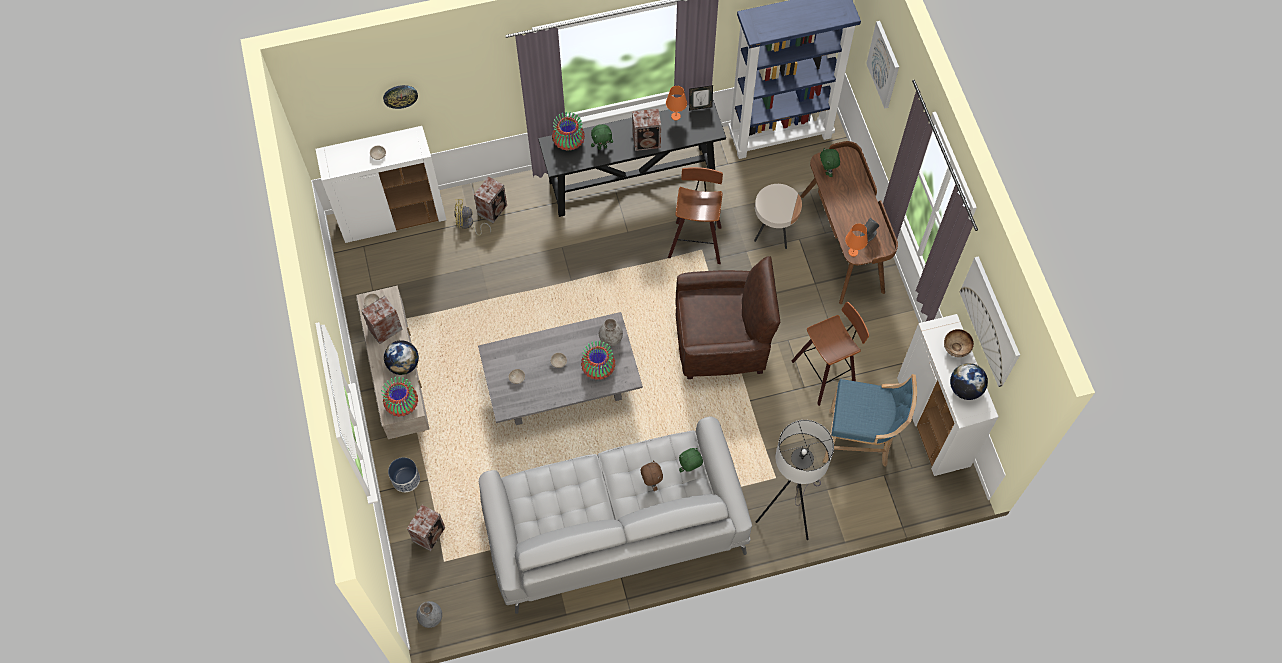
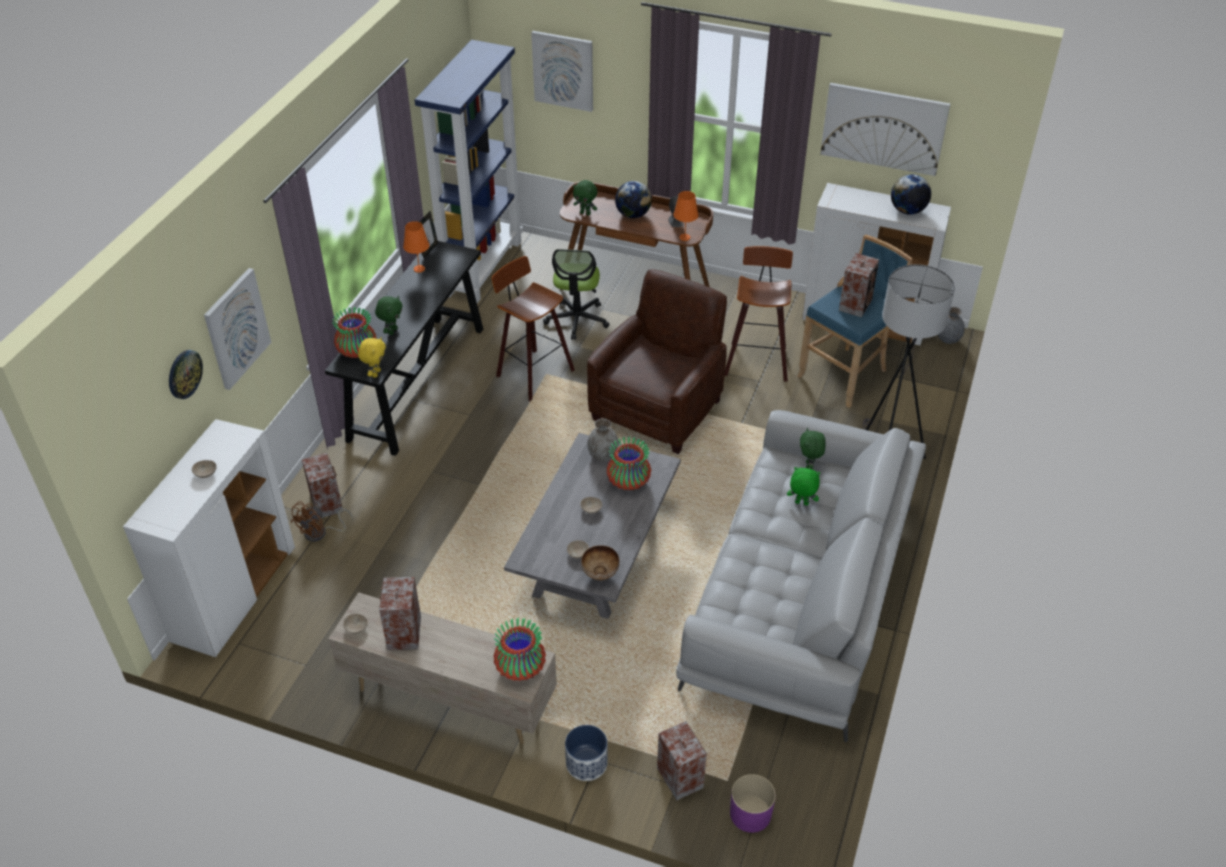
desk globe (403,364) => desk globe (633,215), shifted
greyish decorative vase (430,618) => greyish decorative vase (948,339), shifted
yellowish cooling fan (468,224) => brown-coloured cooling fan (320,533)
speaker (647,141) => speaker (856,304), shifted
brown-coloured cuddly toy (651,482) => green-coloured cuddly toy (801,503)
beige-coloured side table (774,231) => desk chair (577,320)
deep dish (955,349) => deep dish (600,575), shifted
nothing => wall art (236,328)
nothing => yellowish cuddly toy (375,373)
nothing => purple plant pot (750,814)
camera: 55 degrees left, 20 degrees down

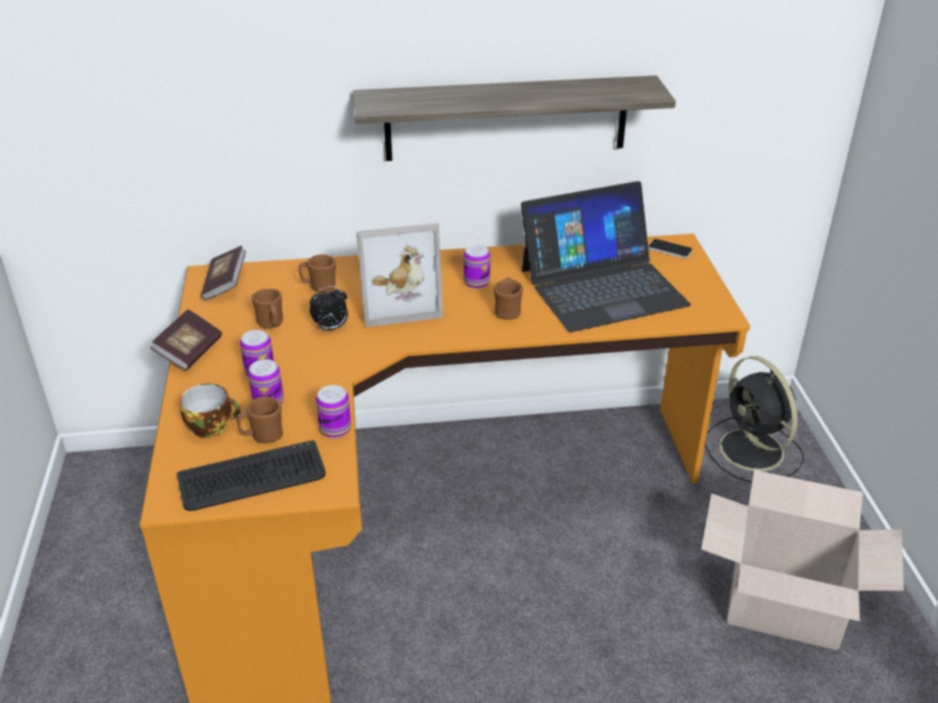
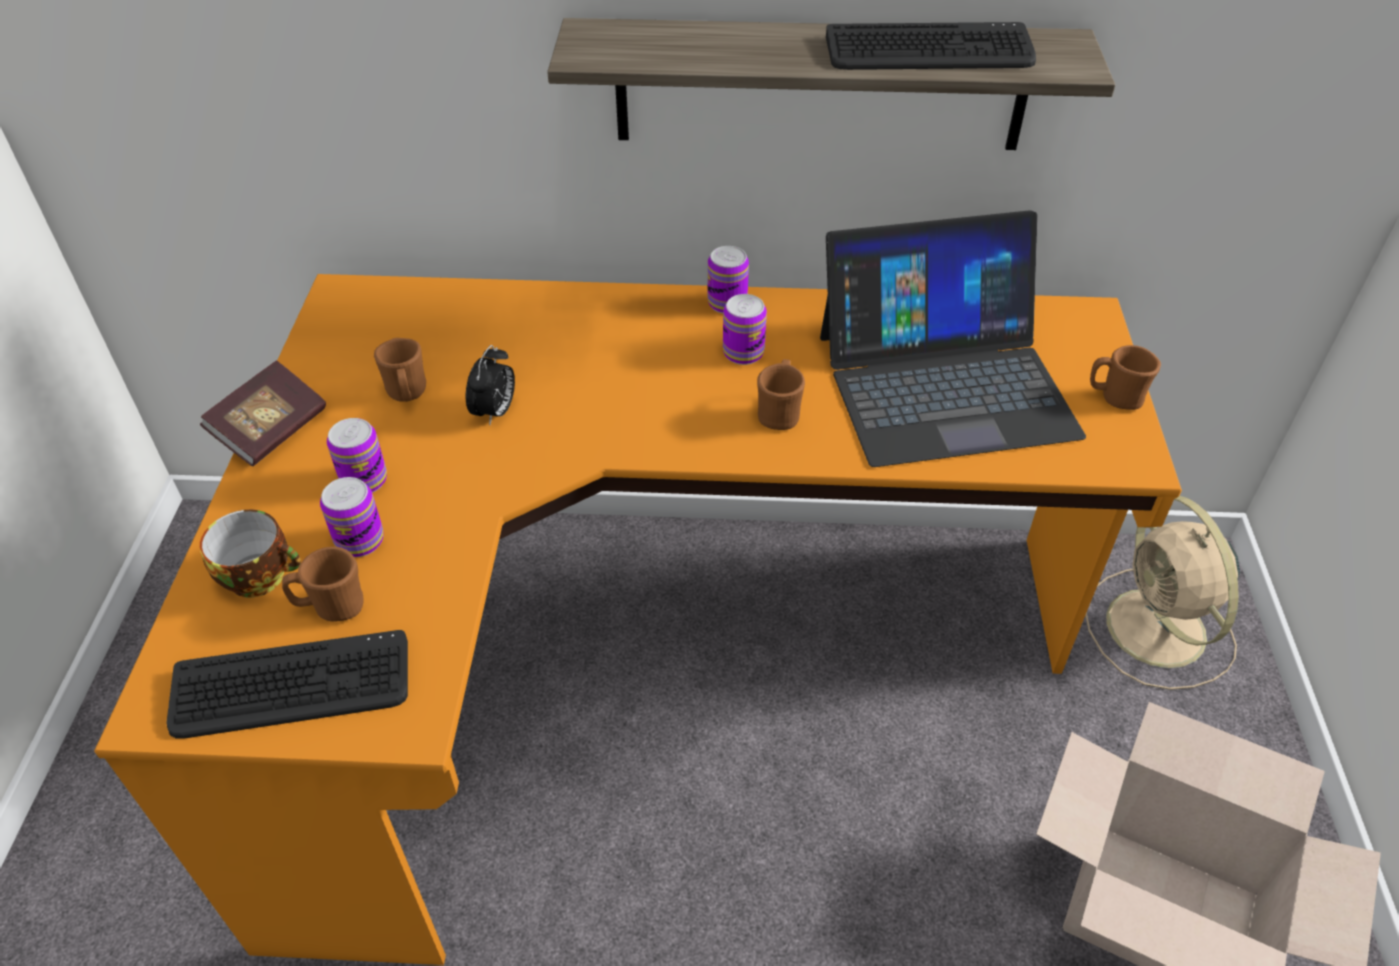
book (225,284) => nothing
brown-coloured mug (319,287) => brown-coloured mug (1115,397), shifted
bedside clock (331,328) => bedside clock (495,412), 60 degrees counterclockwise
sealed can (335,429) => sealed can (727,303), shifted
photo frame (398,302) => nothing
handset (670,249) => nothing
black cooling fan (753,451) => beige-coloured cooling fan (1158,631)
nothing => PC keyboard (929,51)
camera: 10 degrees right, 10 degrees up

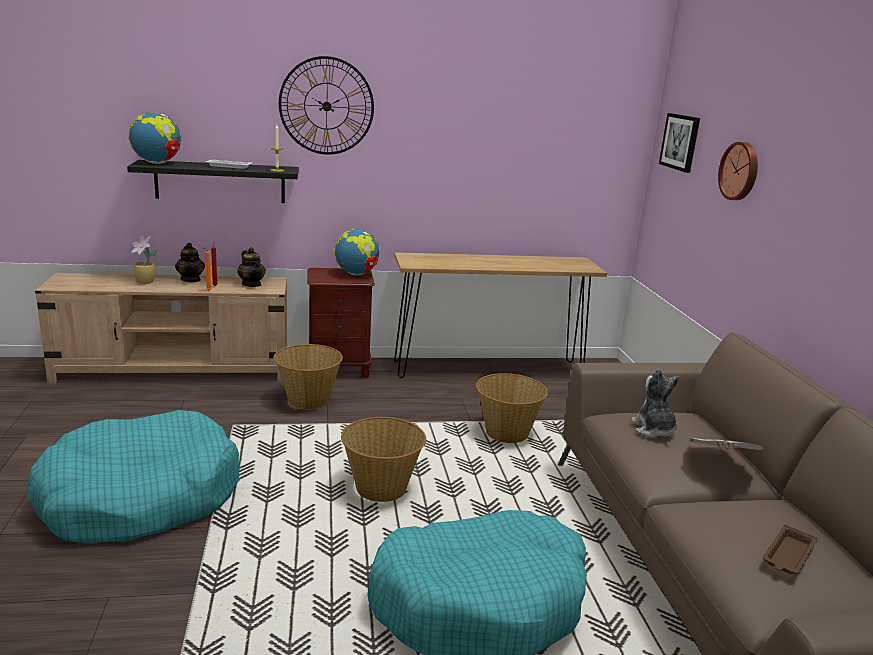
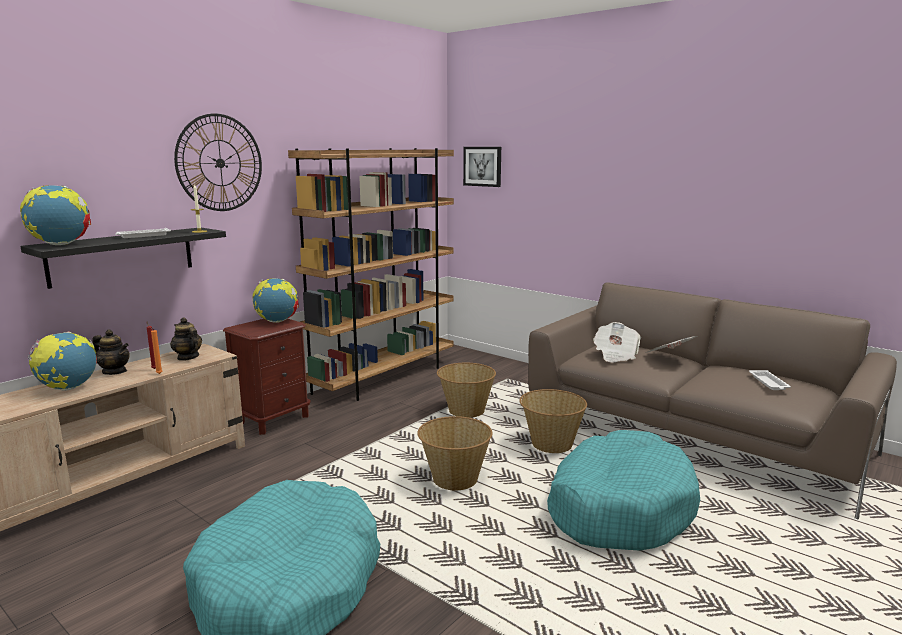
houseplant (145,282) => desk globe (68,388)
pot for tea (252,284) => pot for tea (188,357), 150 degrees counterclockwise
household basket (308,400) => household basket (551,445), shifted
brown-coloured hall table (488,369) => brown-coloured bookcase (384,378)
cuddly toy (653,430) => printed paper (615,355)
wall clock (740,171) => nothing
brown-coloured carrying tray (788,555) => whitish carrying tray (769,383)
camera: 40 degrees left, 5 degrees down

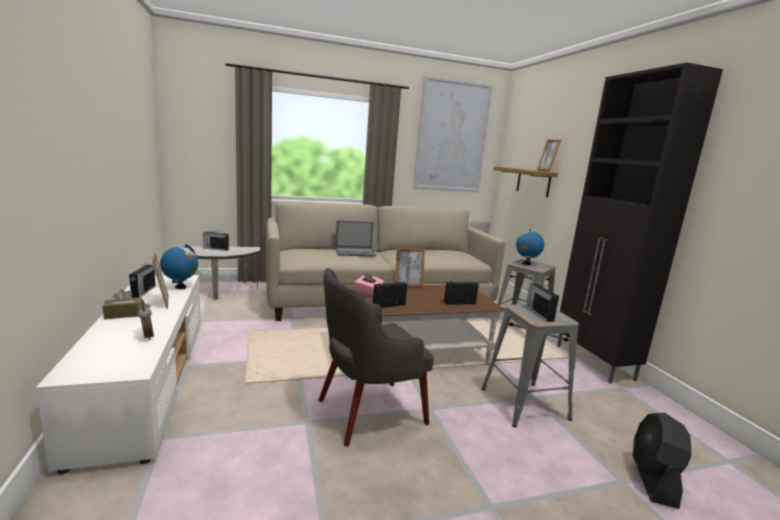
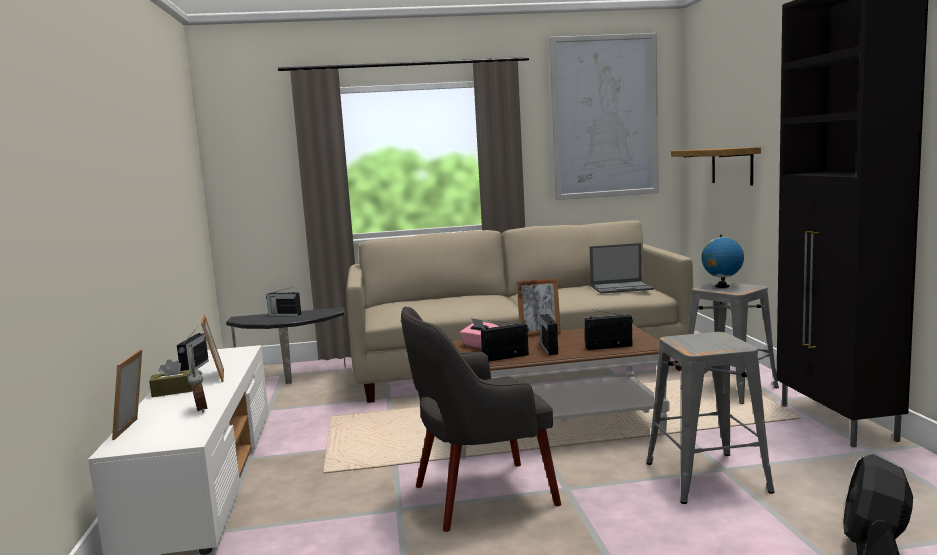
desk globe (180,287) => nothing
portable computer (355,252) => portable computer (622,287), shifted
radio set (538,313) => radio set (548,348), shifted
photo frame (545,171) => photo frame (132,428), shifted
camera: 10 degrees right, 5 degrees down

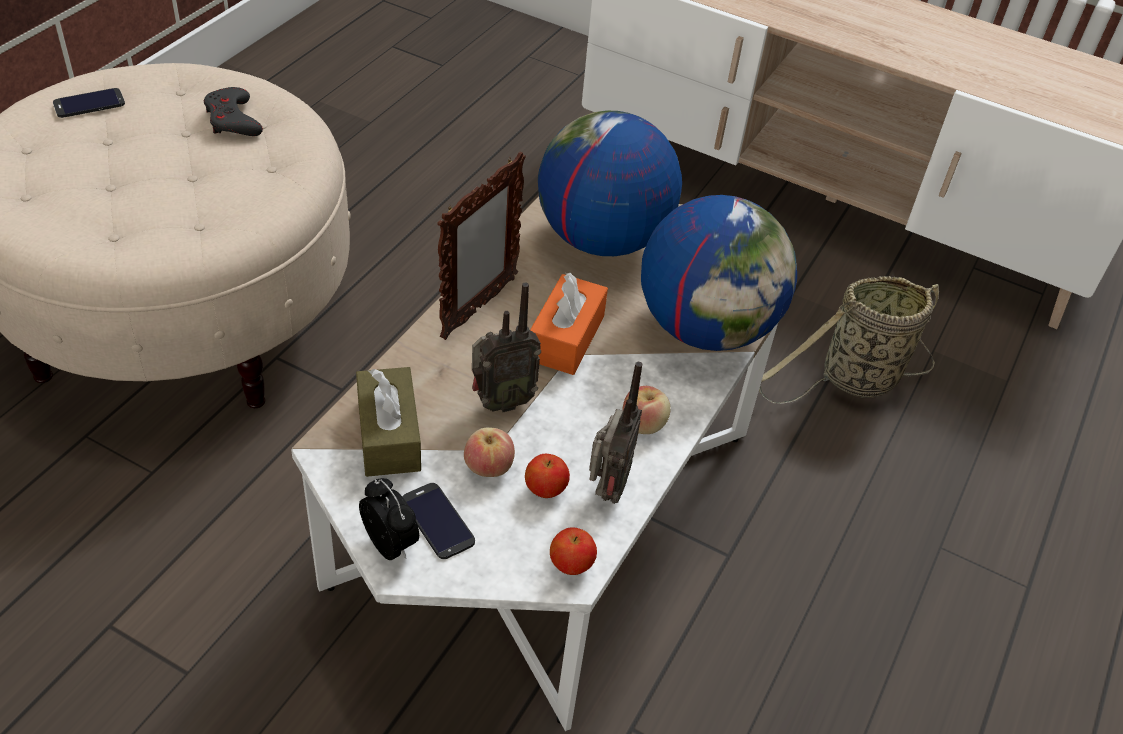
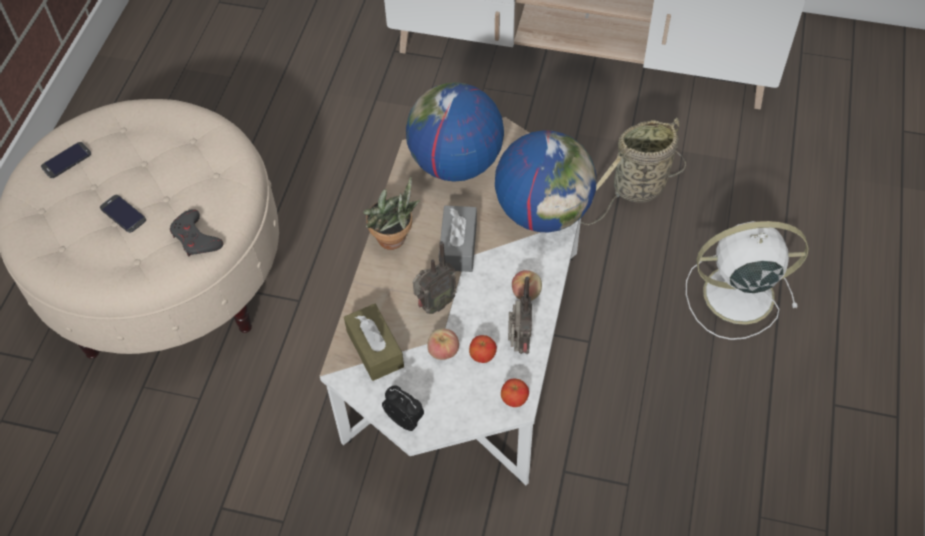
greyish gamepad (233,119) => greyish gamepad (196,238), shifted
handset (438,521) => handset (123,214), shifted
photo frame (478,308) => houseplant (395,241)
orange box of tissues (566,338) => greyish box of tissues (458,246)
nothing => whitish cooling fan (735,294)
camera: 10 degrees left, 10 degrees up

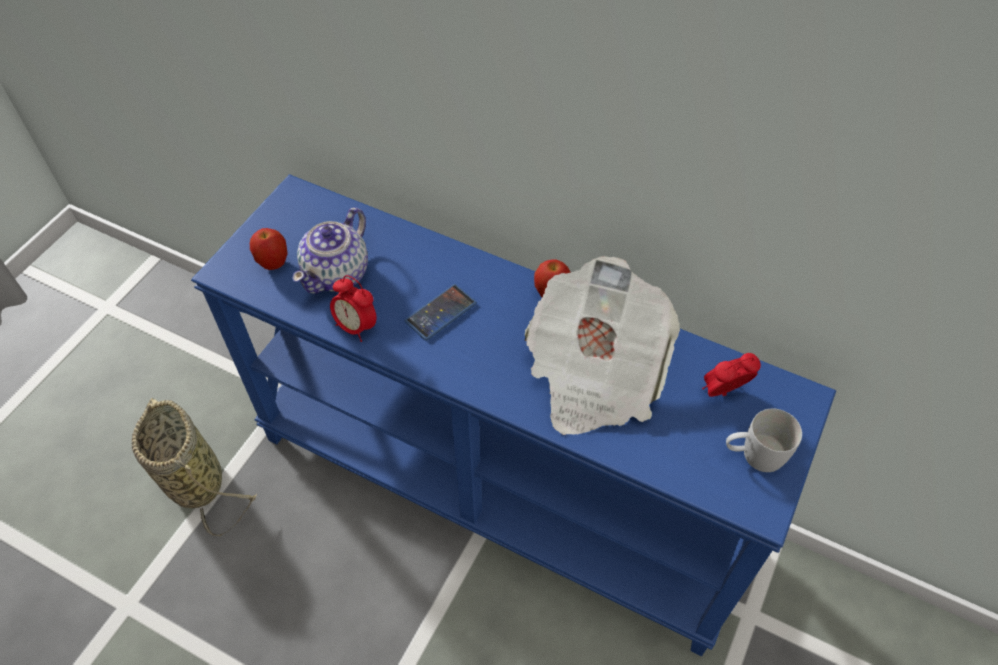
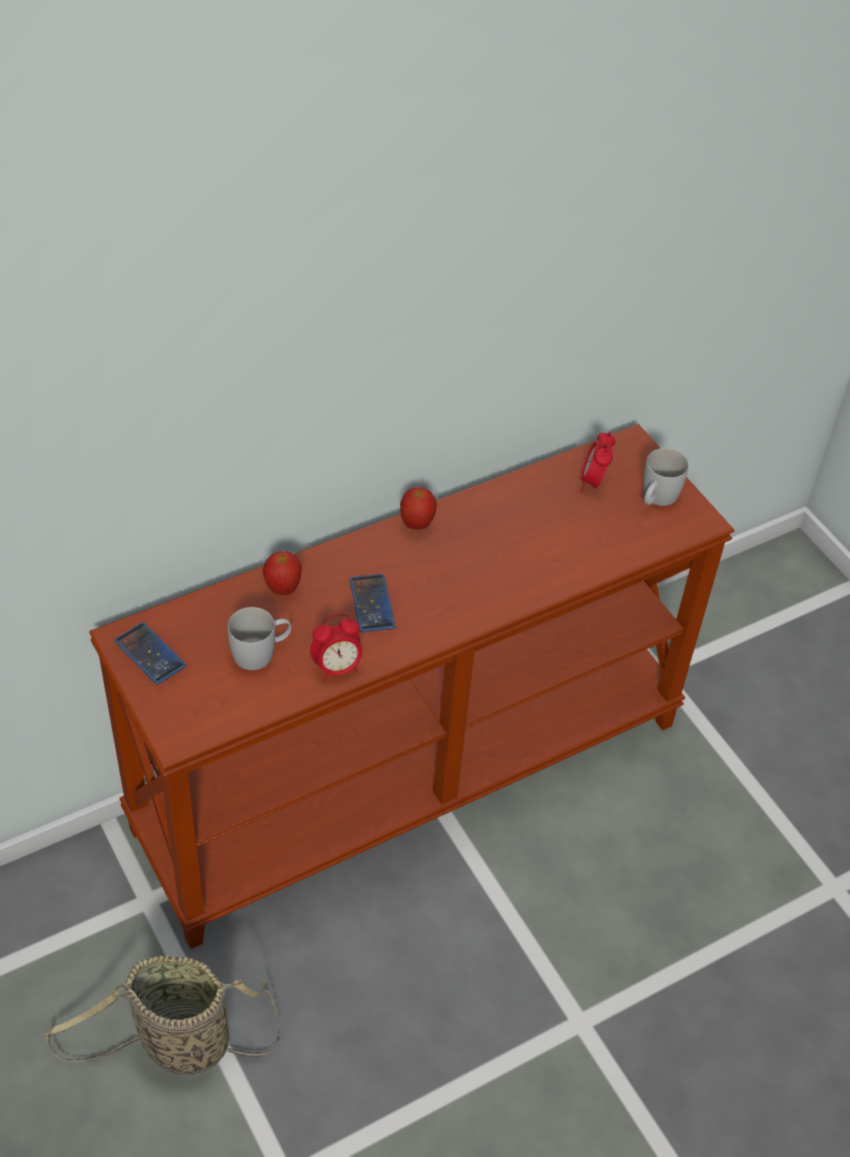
blue-coloured hall table (501,485) => brown-coloured hall table (409,772)
apple (273,263) => apple (283,589), shifted
pot for tea (338,273) => whitish mug (261,652)
printed paper (594,373) => nothing
nothing => handset (150,654)
camera: 60 degrees left, 5 degrees down

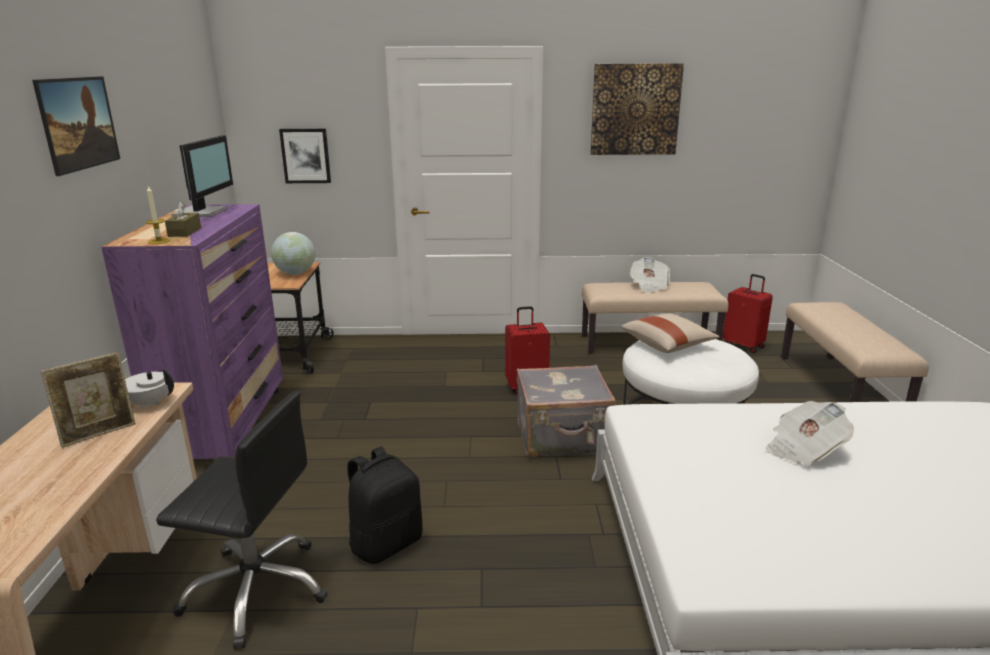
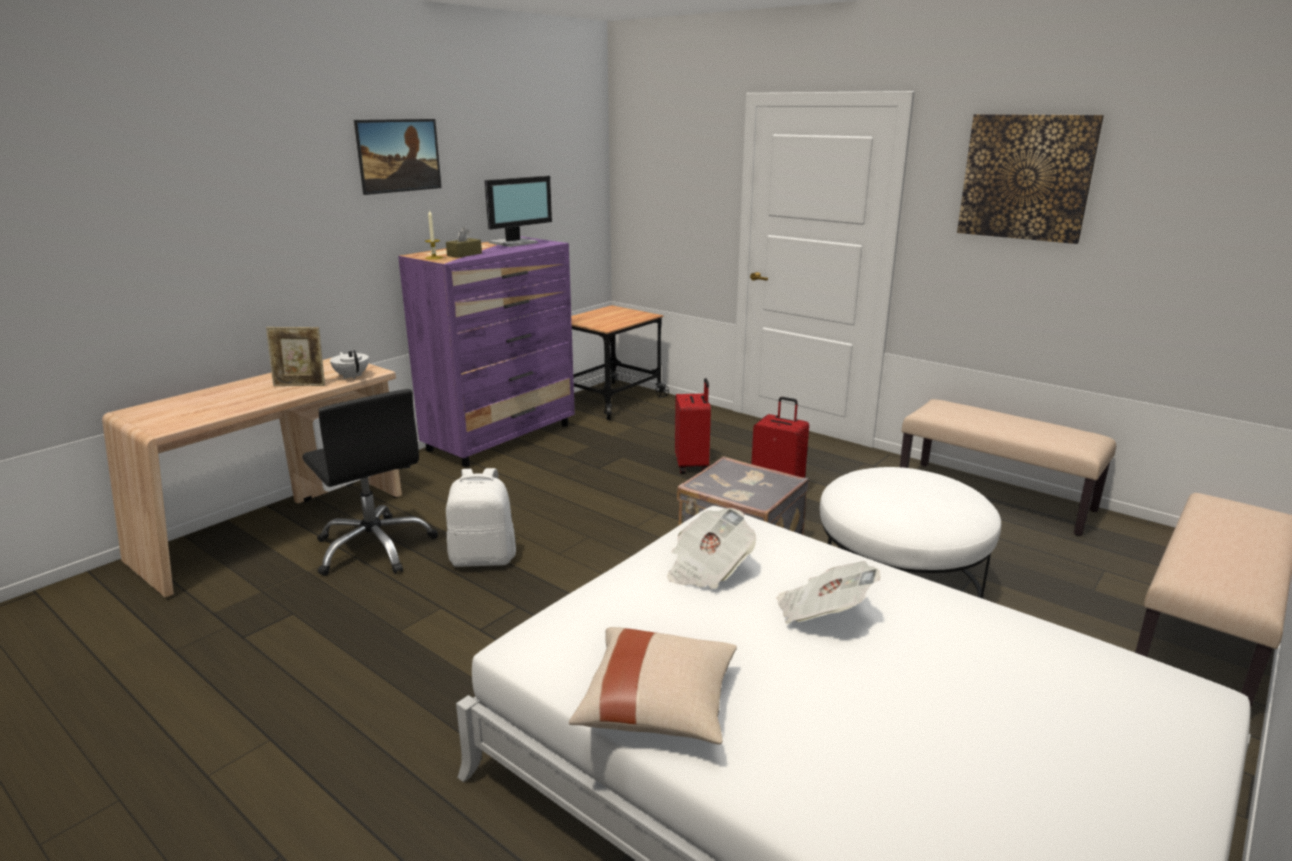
desk globe (295,273) => nothing
wall art (306,156) => nothing
black rucksack (386,543) => whitish rucksack (483,558)
beige-coloured pillow (668,345) => beige-coloured pillow (658,706), shifted
printed paper (649,286) => printed paper (707,569), shifted
reddish travel case (744,345) => reddish travel case (692,465), shifted
camera: 40 degrees right, 0 degrees up

